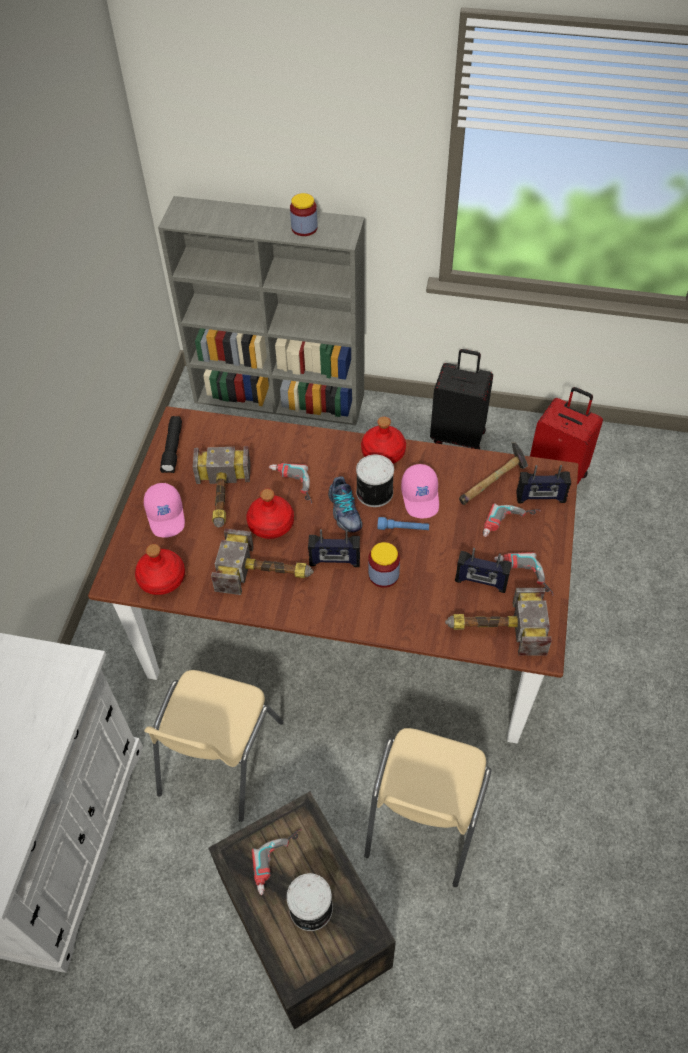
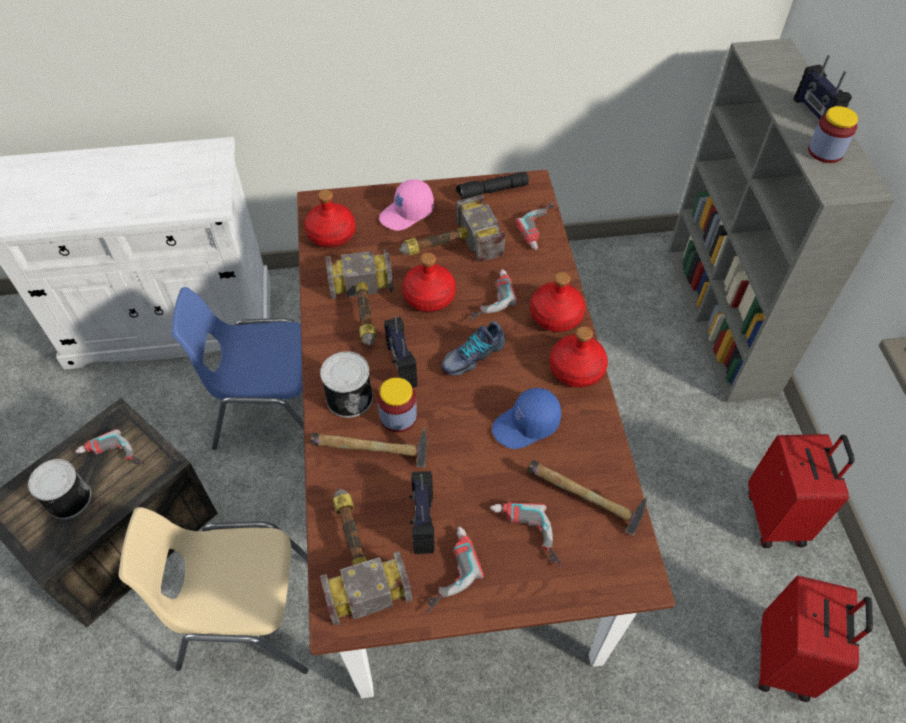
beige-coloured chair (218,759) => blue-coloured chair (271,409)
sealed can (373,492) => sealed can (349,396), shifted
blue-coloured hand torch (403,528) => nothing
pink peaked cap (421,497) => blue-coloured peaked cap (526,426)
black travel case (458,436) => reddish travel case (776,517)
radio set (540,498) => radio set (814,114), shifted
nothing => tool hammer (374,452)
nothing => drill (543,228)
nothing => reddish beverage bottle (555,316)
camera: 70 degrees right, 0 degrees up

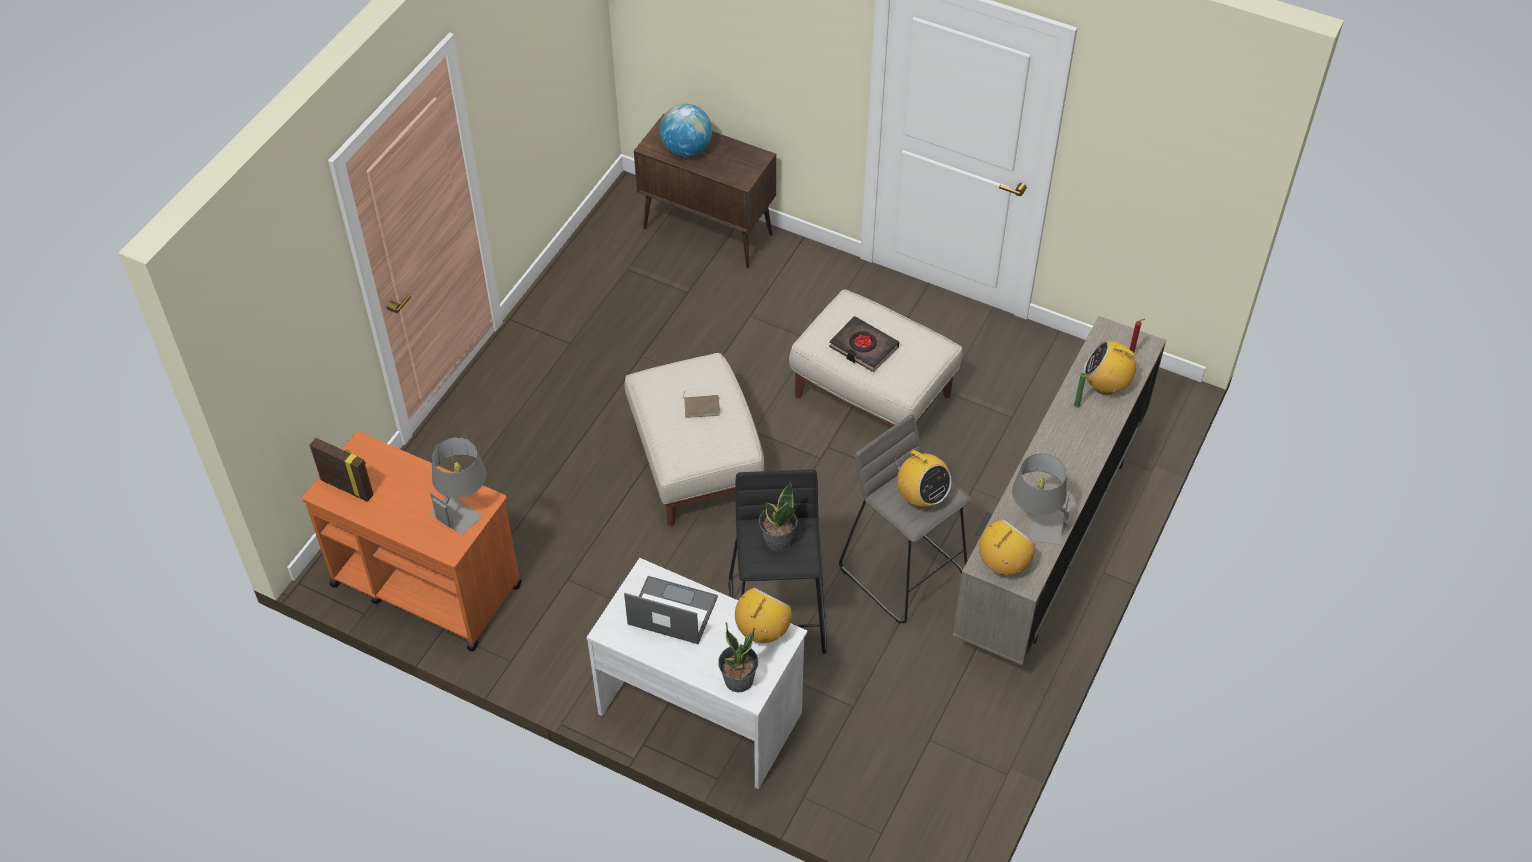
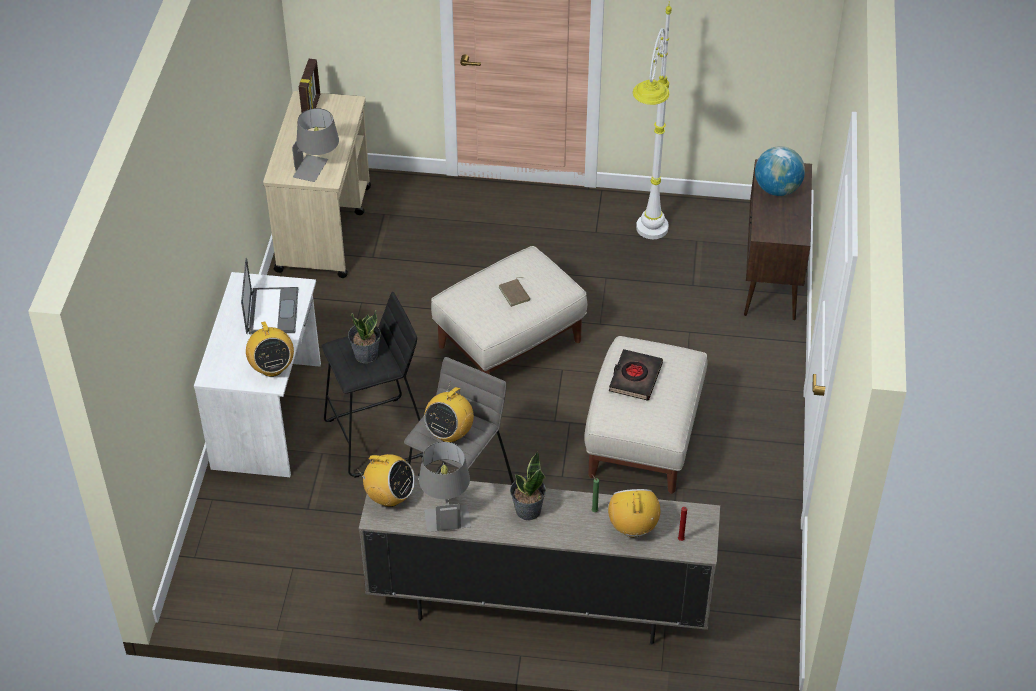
orange trolley (425,584) => beige-coloured trolley (324,228)
houseplant (739,680) => houseplant (527,510), shifted
radio set (763,631) => radio set (272,368), 60 degrees clockwise
nothing => whitish floor lamp (645,246)
camera: 70 degrees right, 5 degrees down

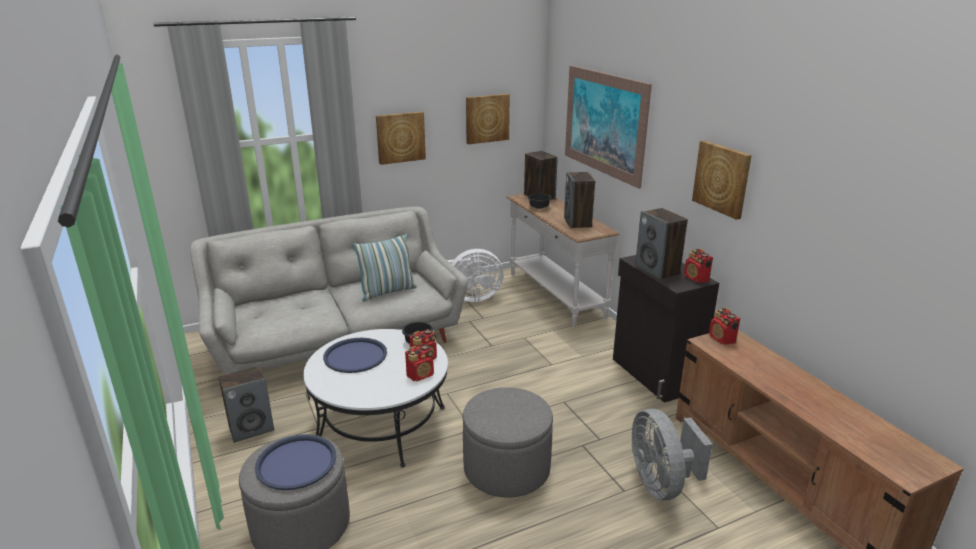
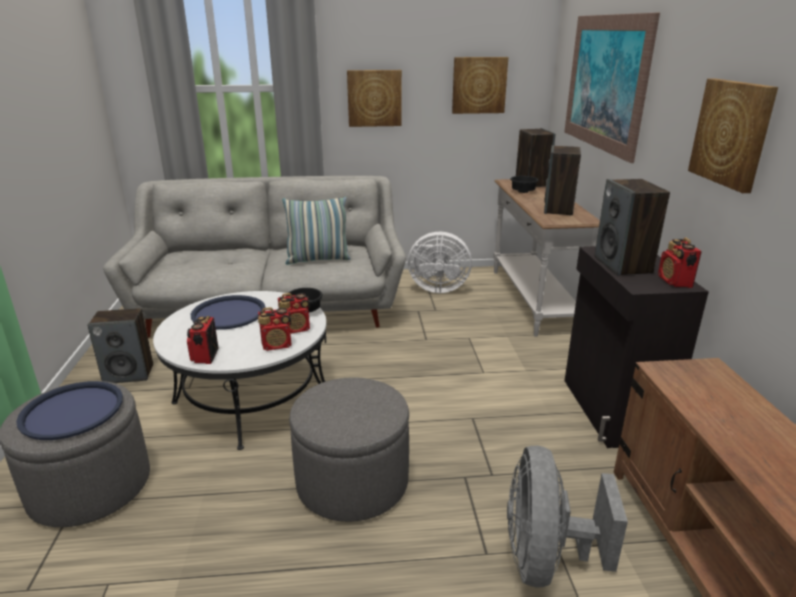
radio set (722,339) => radio set (205,357), shifted
camera: 20 degrees right, 0 degrees up

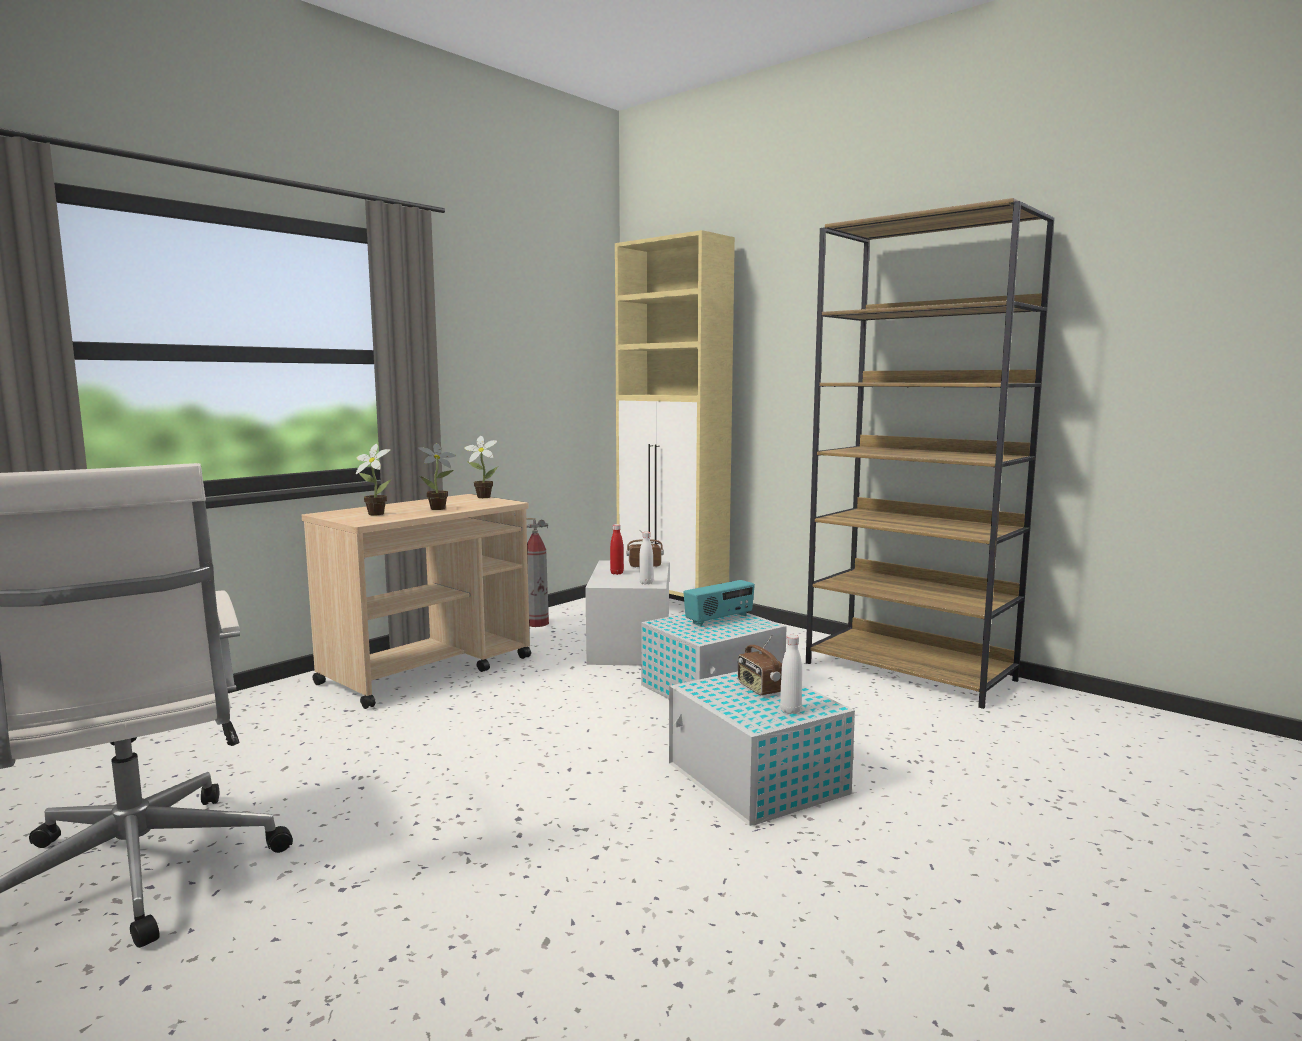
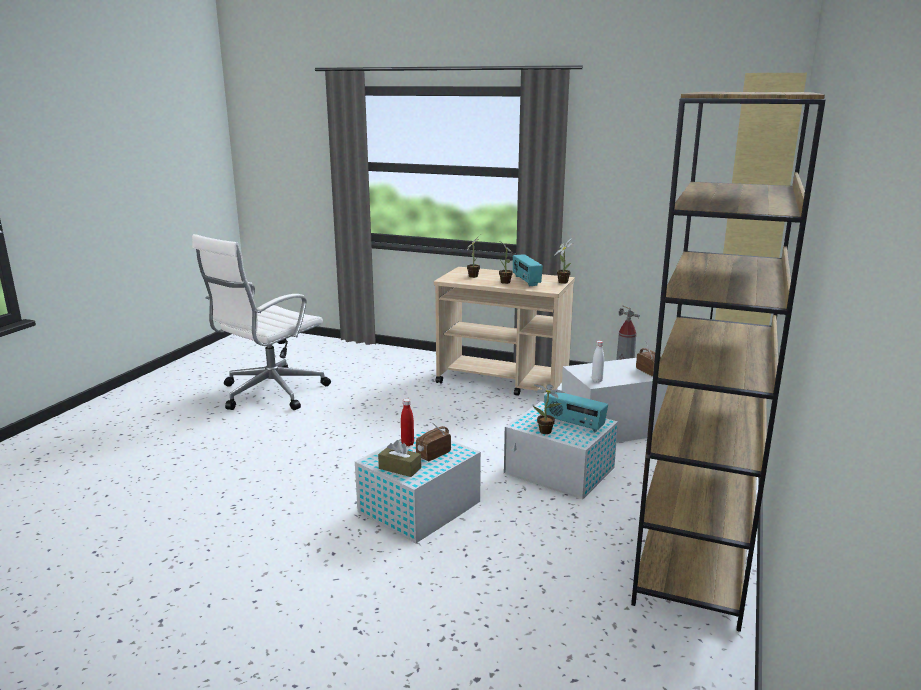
reddish beverage bottle (617,573) => reddish beverage bottle (407,444), shifted
whitish beverage bottle (790,711) => brown-coloured box of tissues (400,468)
nothing => radio set (526,281)
nothing => houseplant (547,432)
camera: 70 degrees right, 10 degrees up

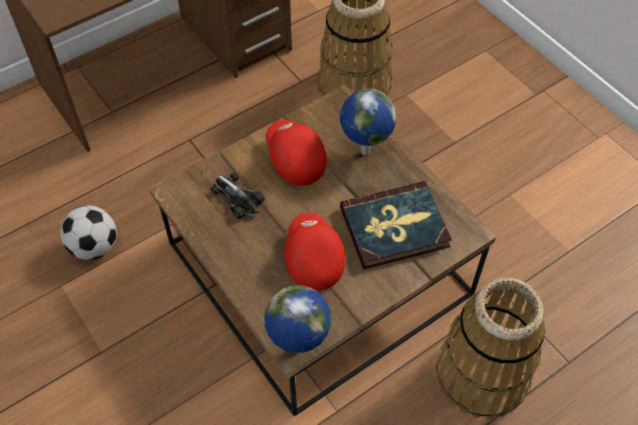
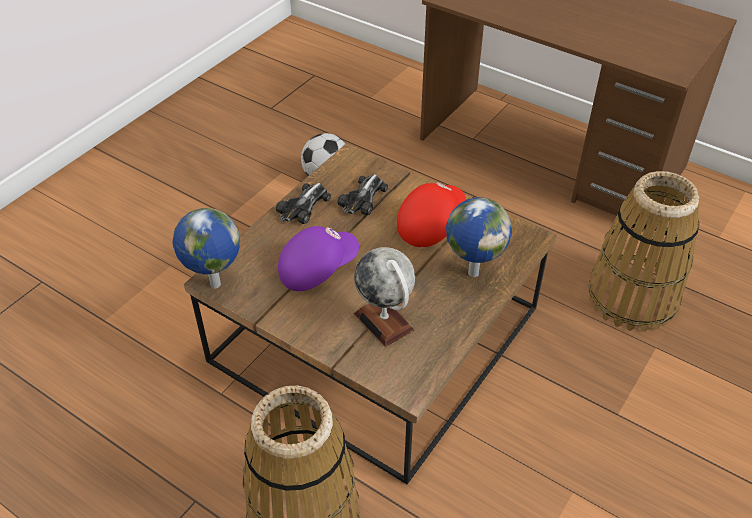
reddish peaked cap (312,259) => purple peaked cap (317,268)
book (394,228) => desk globe (384,321)
nothing => toy car (304,206)
camera: 70 degrees right, 10 degrees down

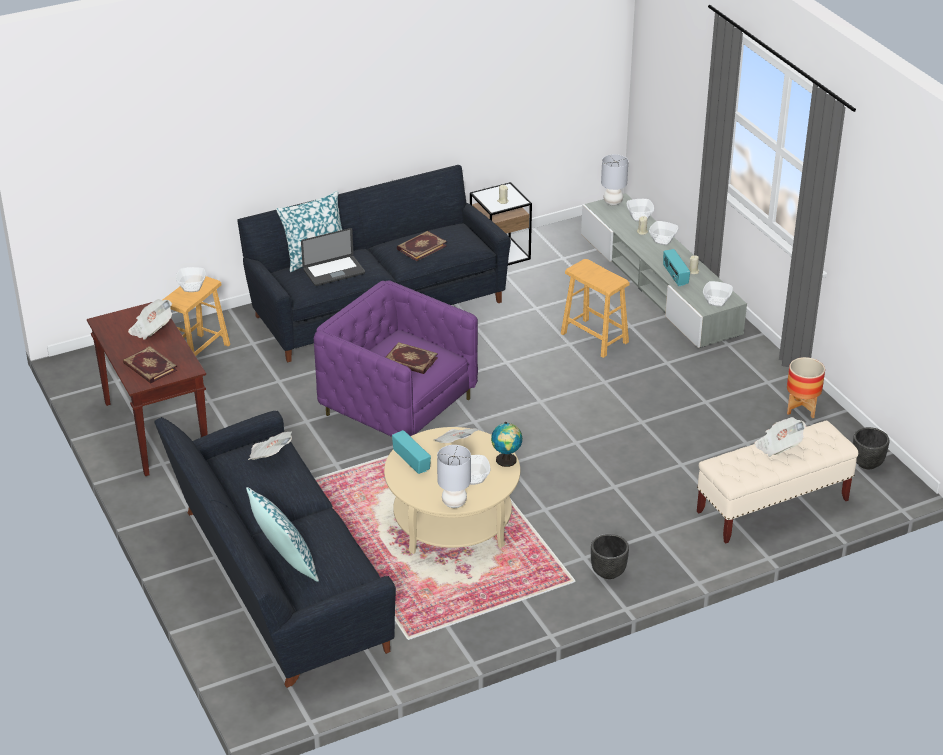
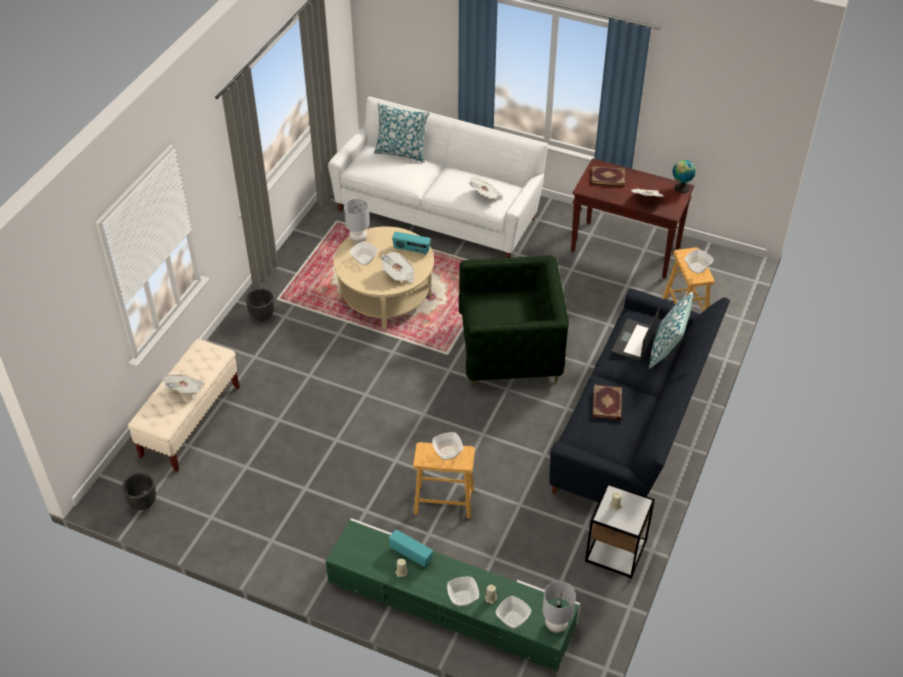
black sofa (276,581) => whitish sofa (439,211)
purple armchair (398,407) => green-coloured armchair (510,351)
book (410,361) => nothing
desk globe (506,461) => desk globe (680,187), shifted
greyish tv unit (659,284) => green-coloured tv unit (450,603)
deep dish (717,302) => deep dish (447,453), shifted
plant pot (801,408) => nothing
camera: 140 degrees right, 10 degrees up

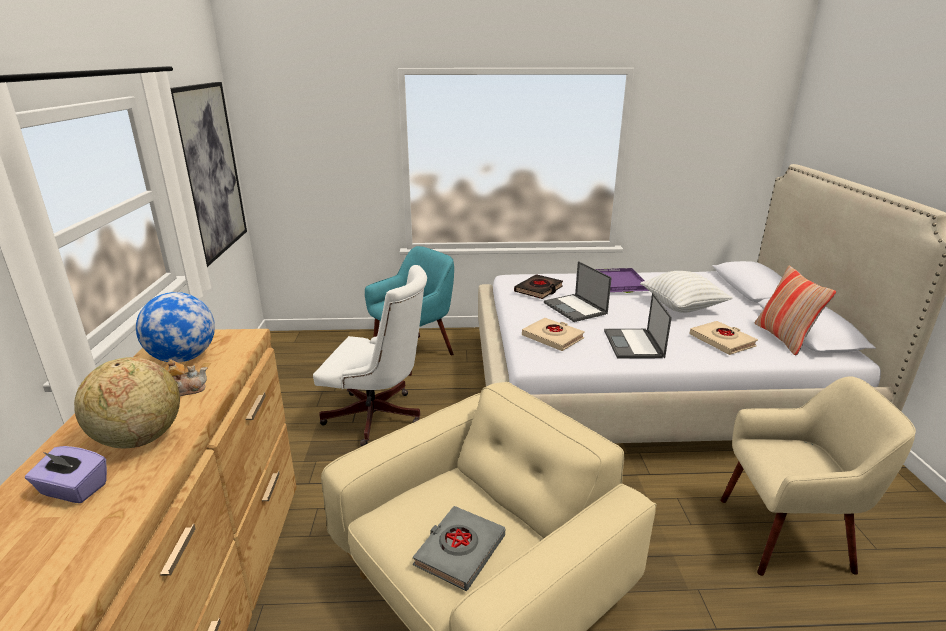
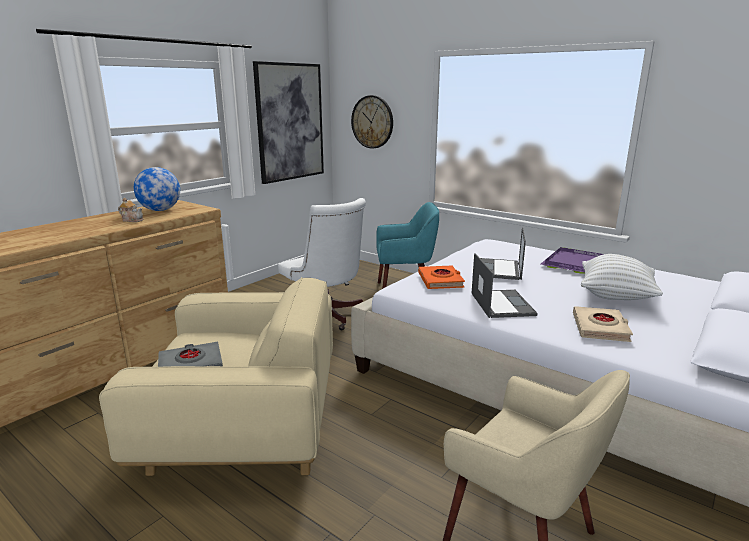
purple box of tissues (73,490) => nothing
desk globe (139,438) => nothing
black book (539,290) => nothing
beige-coloured book (553,338) => orange book (440,281)
portable computer (633,344) => portable computer (501,304), 135 degrees clockwise
pillow (783,338) => nothing
nothing => wall clock (372,122)
camera: 40 degrees right, 5 degrees down

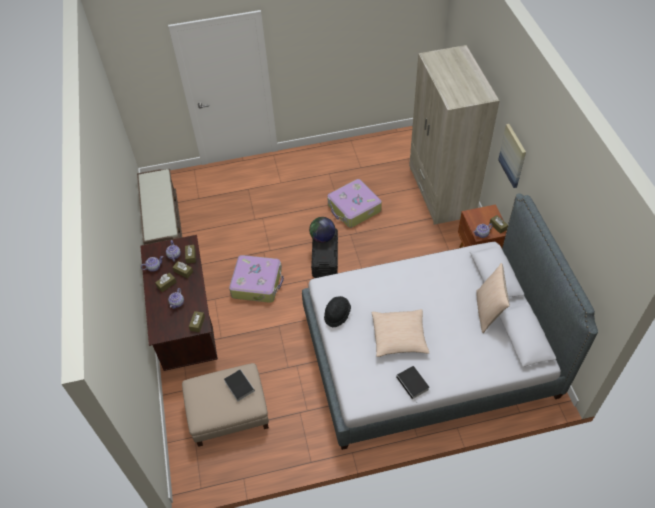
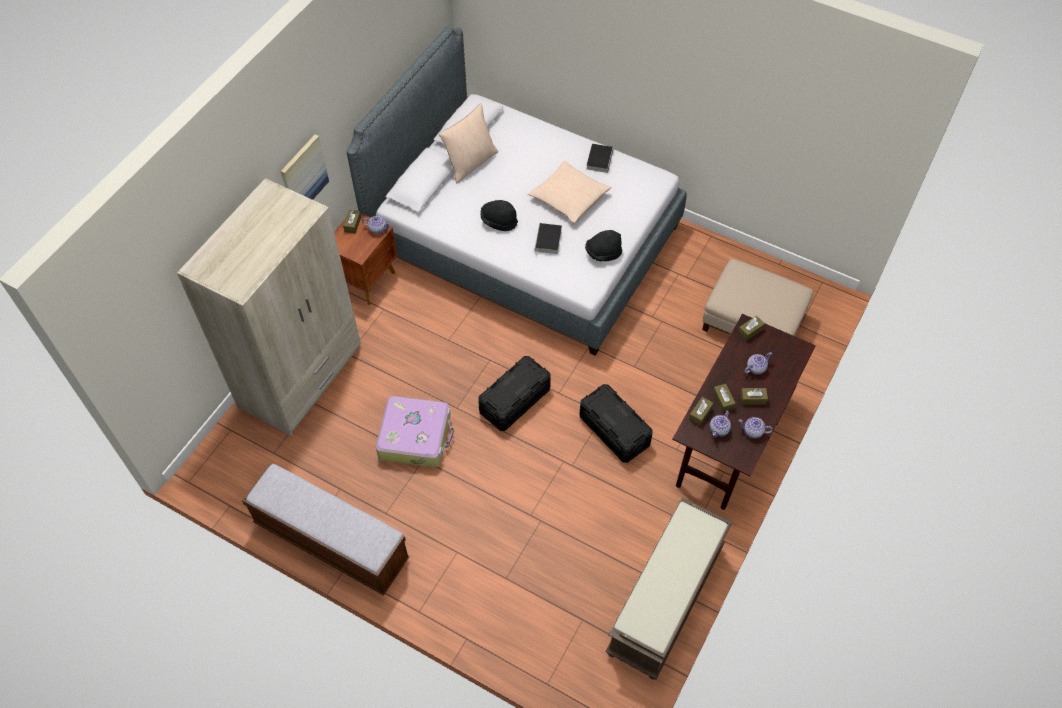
book (238,385) => book (548,241), shifted
travel case (257,283) => black storage container (614,430)
desk globe (322,238) => nothing
nothing => long seat (331,541)
nothing => black hat (499,221)
camera: 140 degrees left, 5 degrees up

